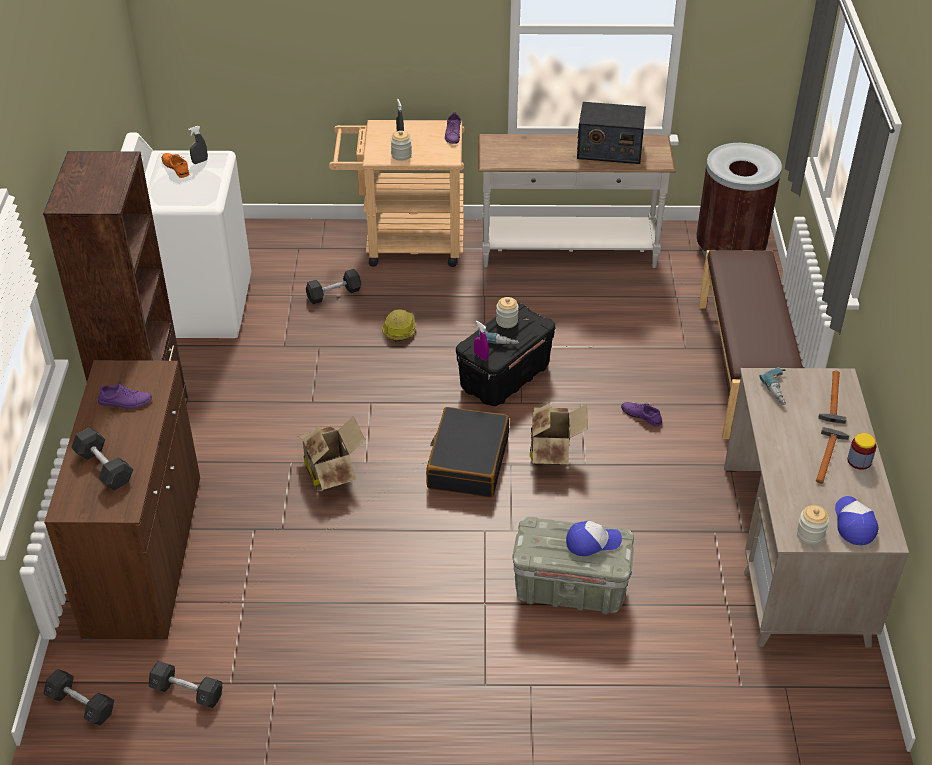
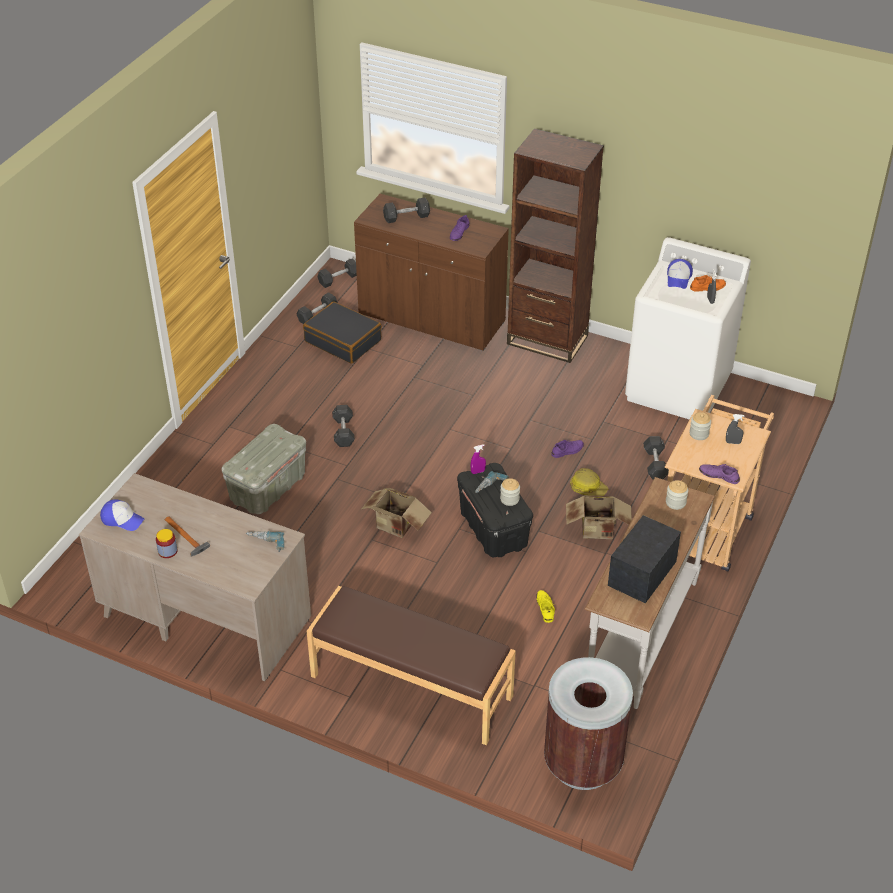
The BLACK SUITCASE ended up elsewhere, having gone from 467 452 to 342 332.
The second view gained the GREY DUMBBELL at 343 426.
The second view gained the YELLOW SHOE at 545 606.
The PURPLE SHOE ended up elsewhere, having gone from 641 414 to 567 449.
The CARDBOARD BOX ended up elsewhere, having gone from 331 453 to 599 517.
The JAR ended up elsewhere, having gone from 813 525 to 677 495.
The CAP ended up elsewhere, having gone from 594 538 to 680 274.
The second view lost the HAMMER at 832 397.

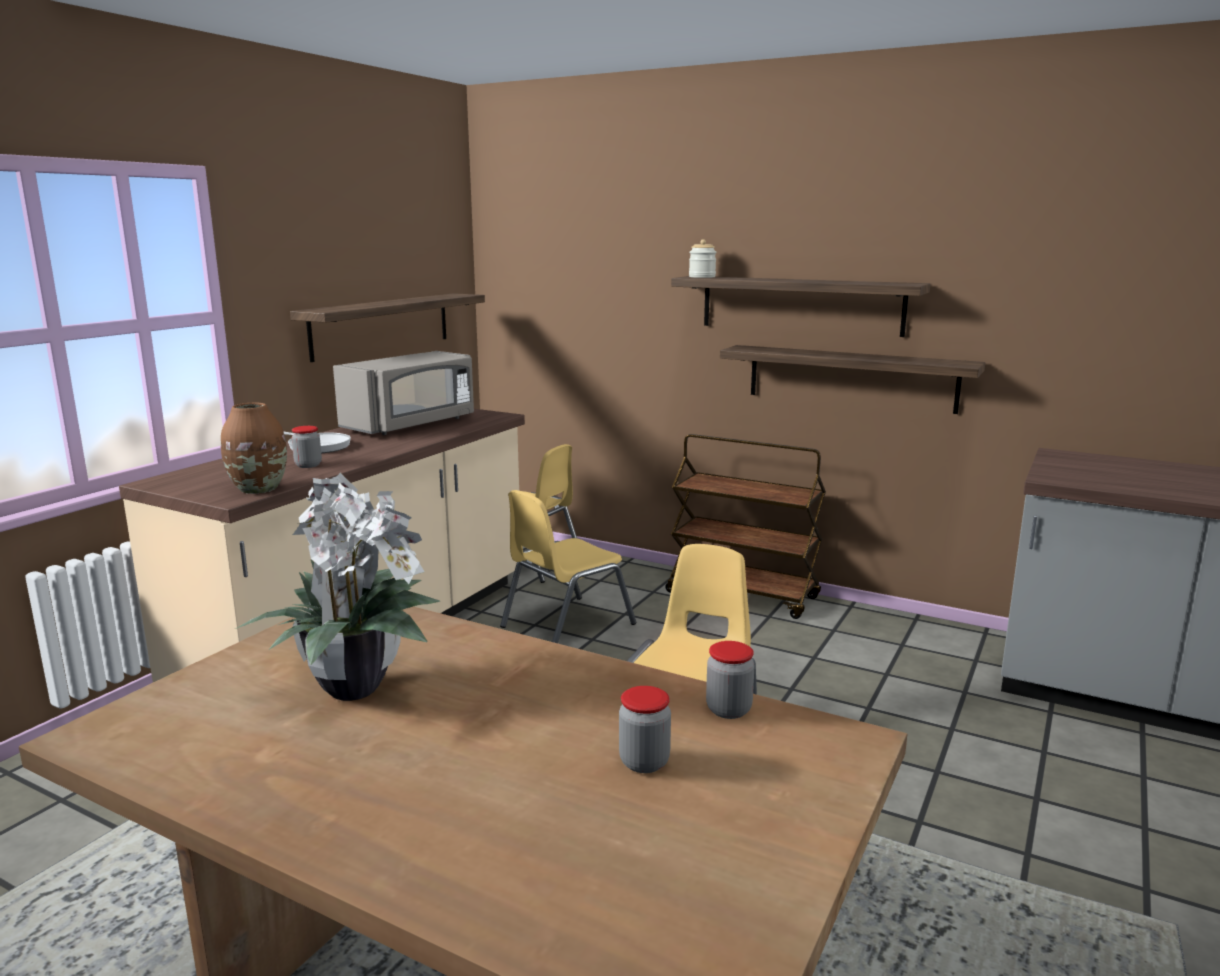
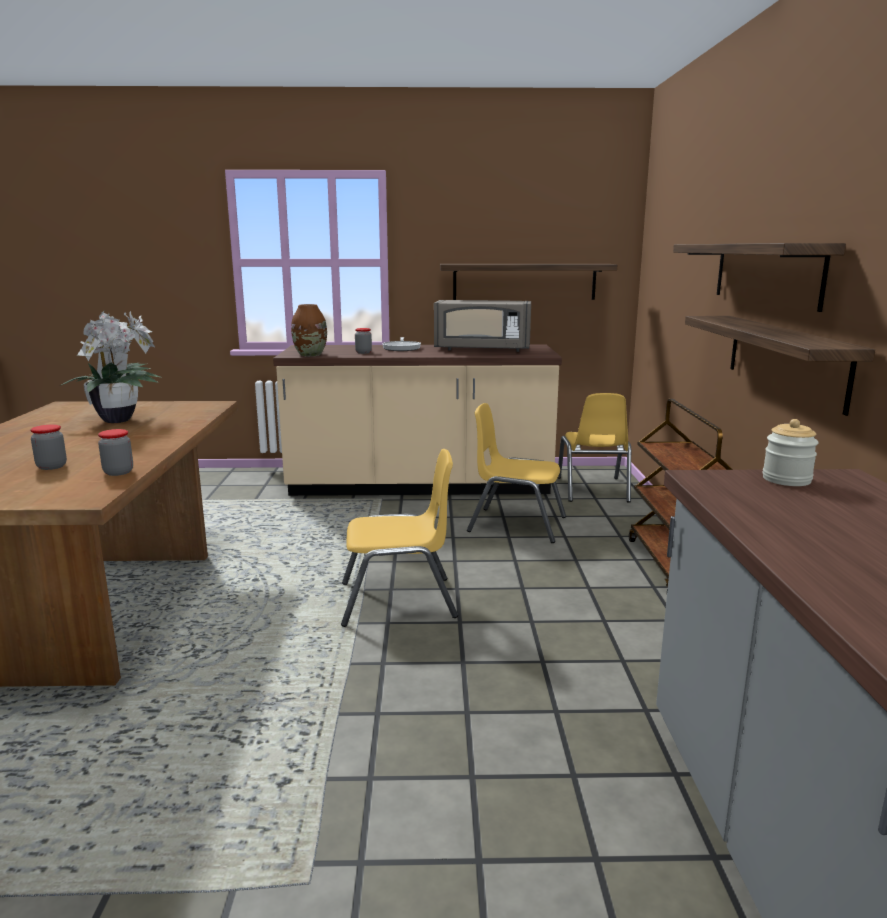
The JAR ended up elsewhere, having gone from 703 258 to 790 452.

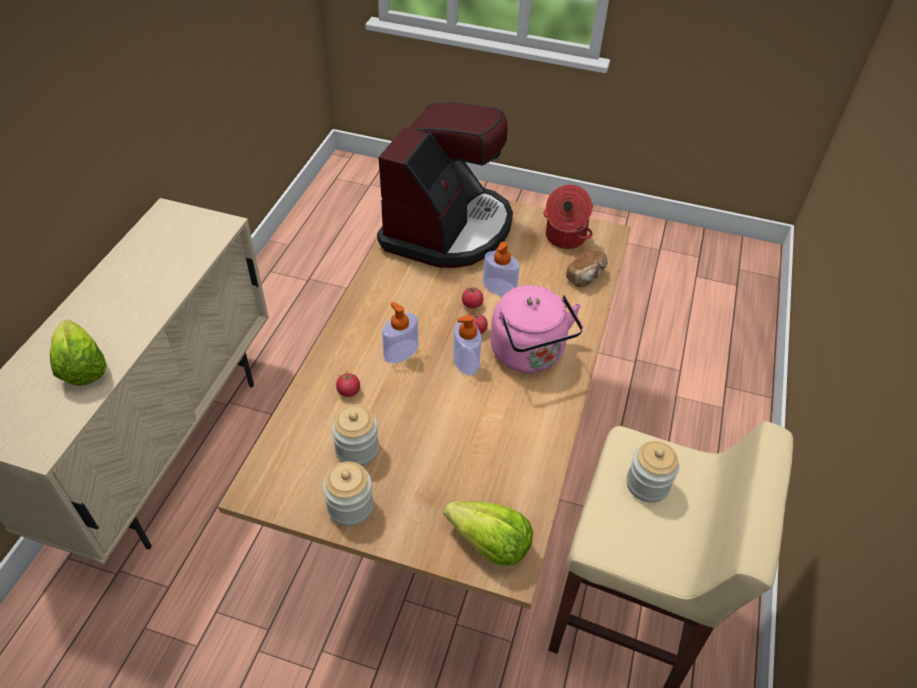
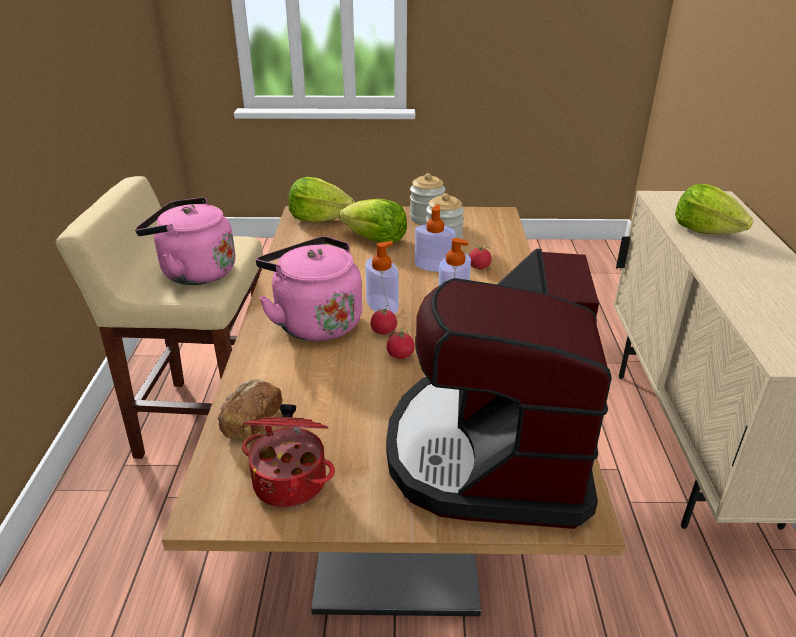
Where the JAR stood at 652 472, the PINK KETTLE came to stand at 185 241.
The second view gained the LETTUCE at 373 221.
The SOAP DISPENSER ended up elsewhere, having gone from 501 269 to 435 238.

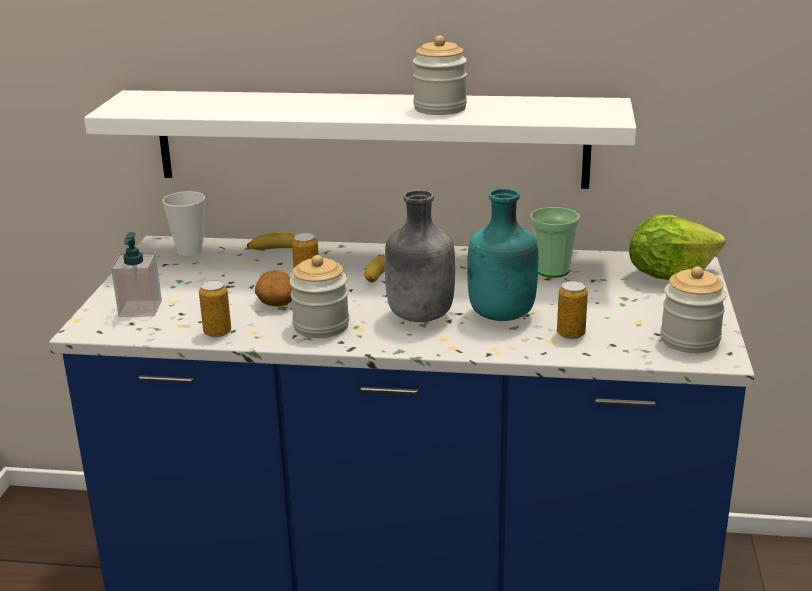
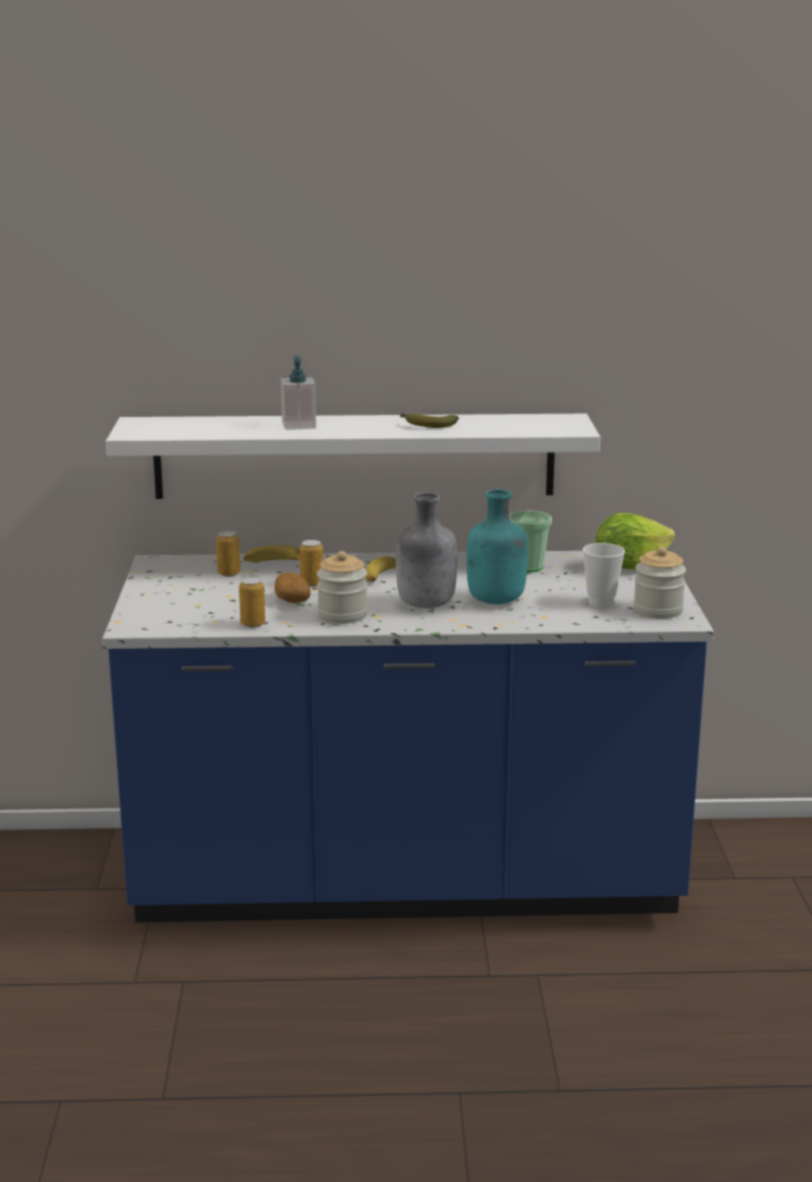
The CAN ended up elsewhere, having gone from 572 310 to 228 553.
The SOAP DISPENSER ended up elsewhere, having gone from 136 274 to 298 392.
Where the JAR stood at 440 75, the BANANA came to stand at 429 420.
The CUP ended up elsewhere, having gone from 184 223 to 603 575.

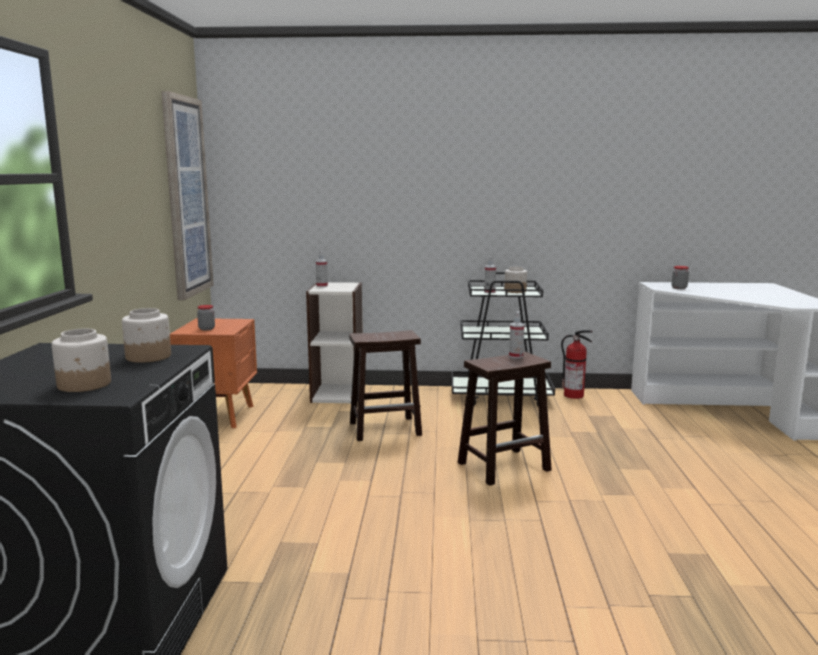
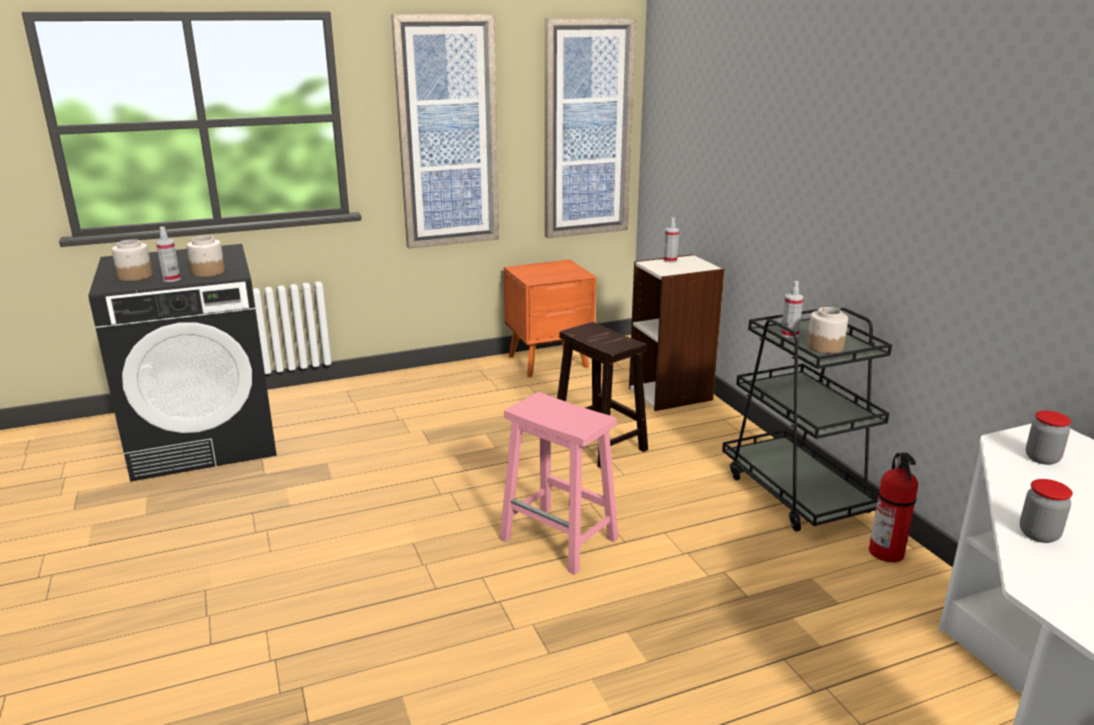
The SPRAY BOTTLE ended up elsewhere, having gone from 516 335 to 168 254.
The second view gained the PICTURE at 445 131.
What was the BROWN STOOL at 505 419 turned into the PINK STOOL at 559 483.
The JAR ended up elsewhere, having gone from 206 317 to 1046 511.

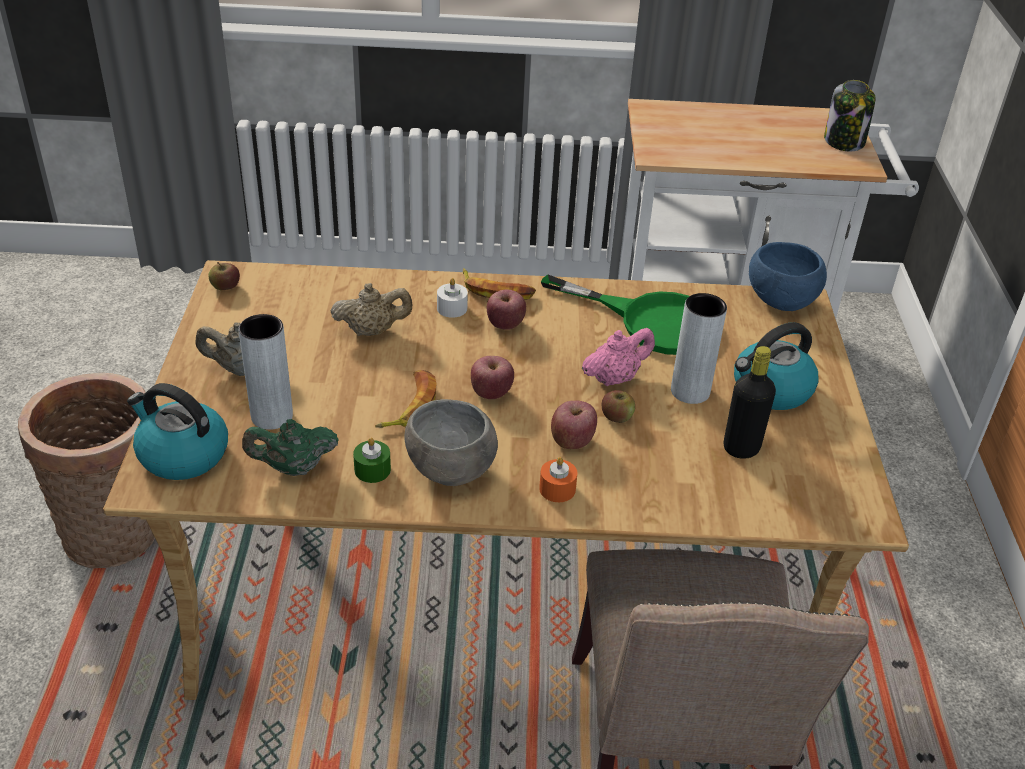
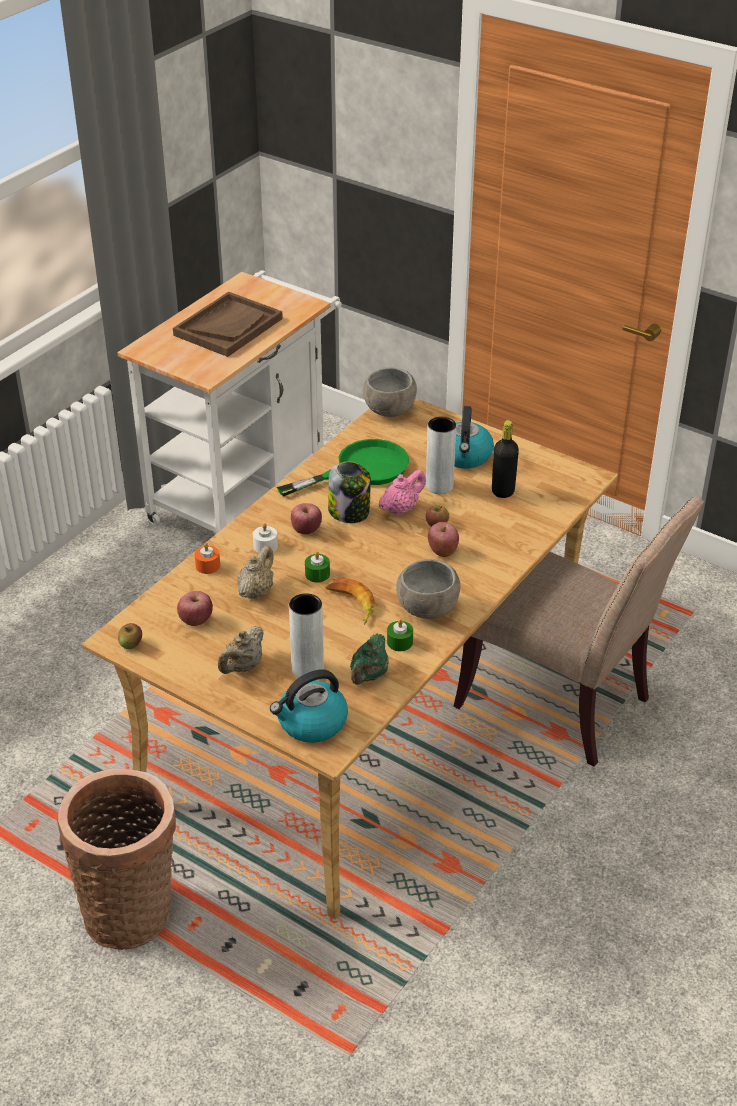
The second view gained the BROWN TRAY at 228 324.
The APPLE ended up elsewhere, having gone from 492 377 to 195 608.
The ORANGE CANDLE ended up elsewhere, having gone from 558 479 to 207 558.
The second view gained the GREEN CANDLE at 317 567.
The JAR ended up elsewhere, having gone from 849 115 to 349 492.
What was the BLUE BOWL at 788 276 turned into the GREY BOWL at 390 392.
The PINK TEAPOT at 618 357 ended up facing another way, 45 degrees clockwise from before.
The second view lost the BANANA at 499 284.

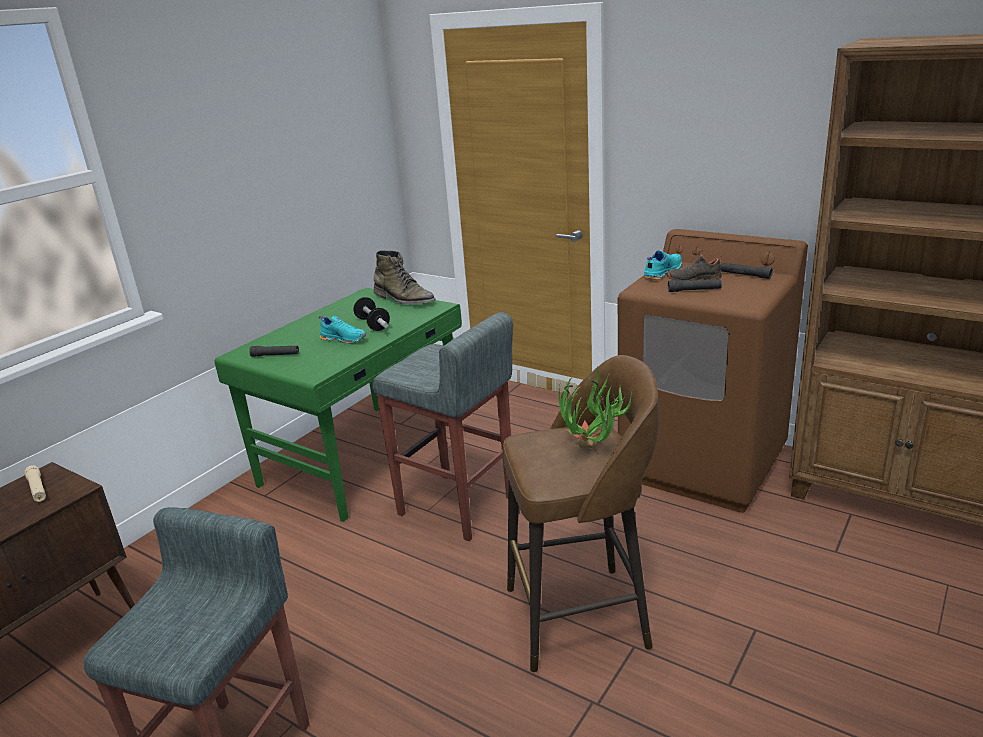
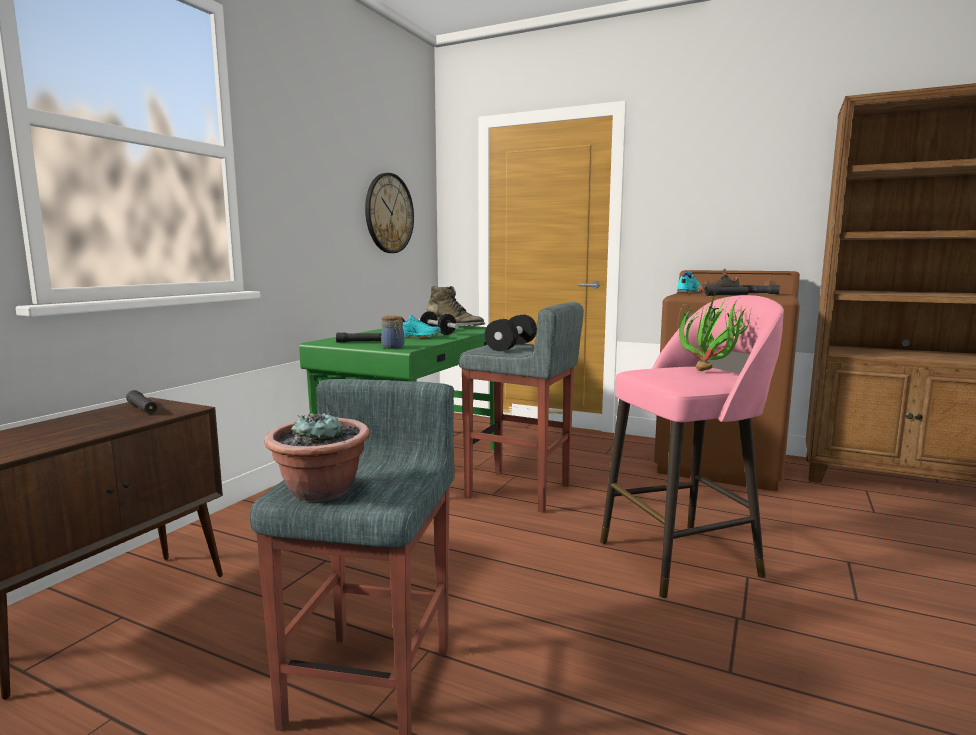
What was the BEIGE FLASHLIGHT at 35 483 turned into the BLACK FLASHLIGHT at 141 402.
The second view gained the POTTED PLANT at 317 456.
The second view gained the WALL CLOCK at 389 213.
The second view gained the JAR at 392 332.
The second view gained the BLACK DUMBBELL at 511 333.
What was the BROWN STOOL at 581 513 turned into the PINK STOOL at 692 447.

